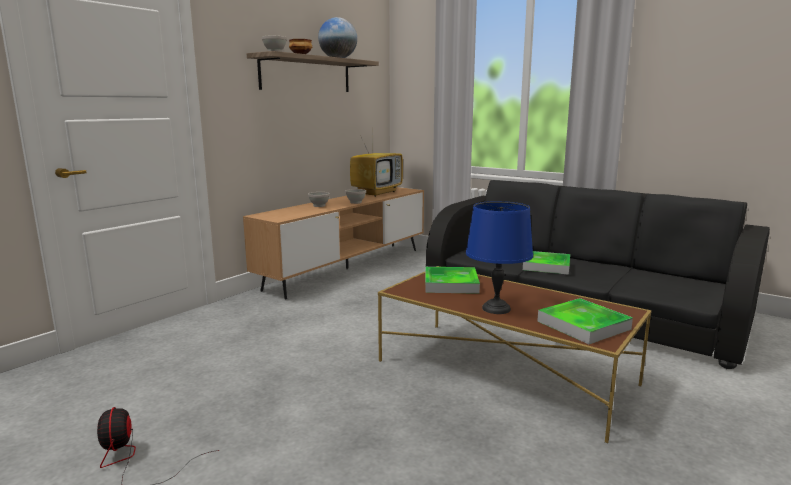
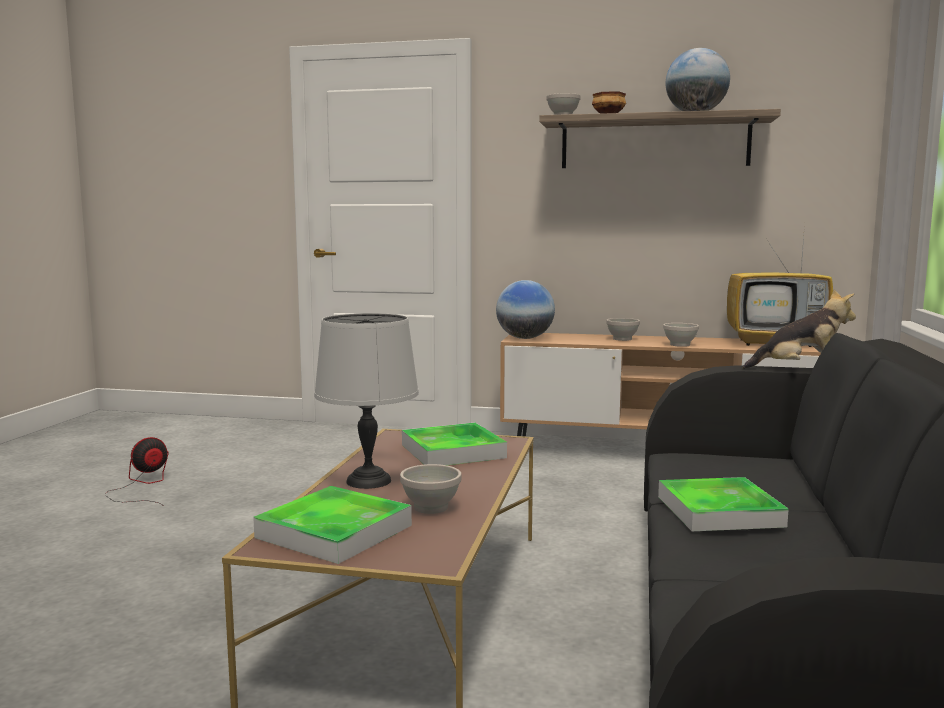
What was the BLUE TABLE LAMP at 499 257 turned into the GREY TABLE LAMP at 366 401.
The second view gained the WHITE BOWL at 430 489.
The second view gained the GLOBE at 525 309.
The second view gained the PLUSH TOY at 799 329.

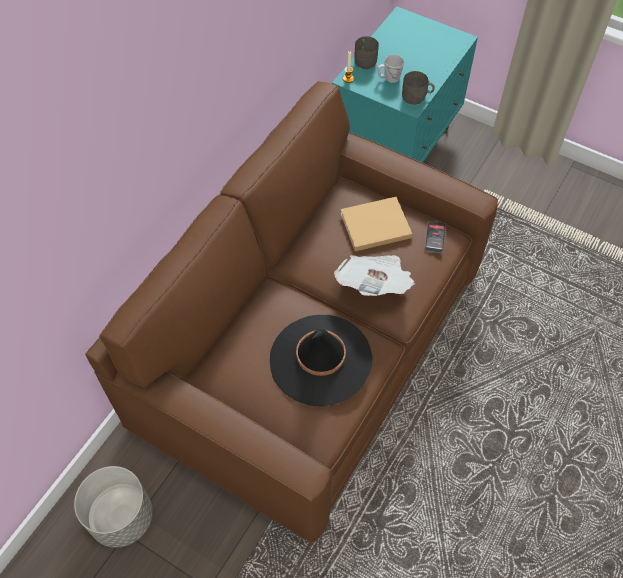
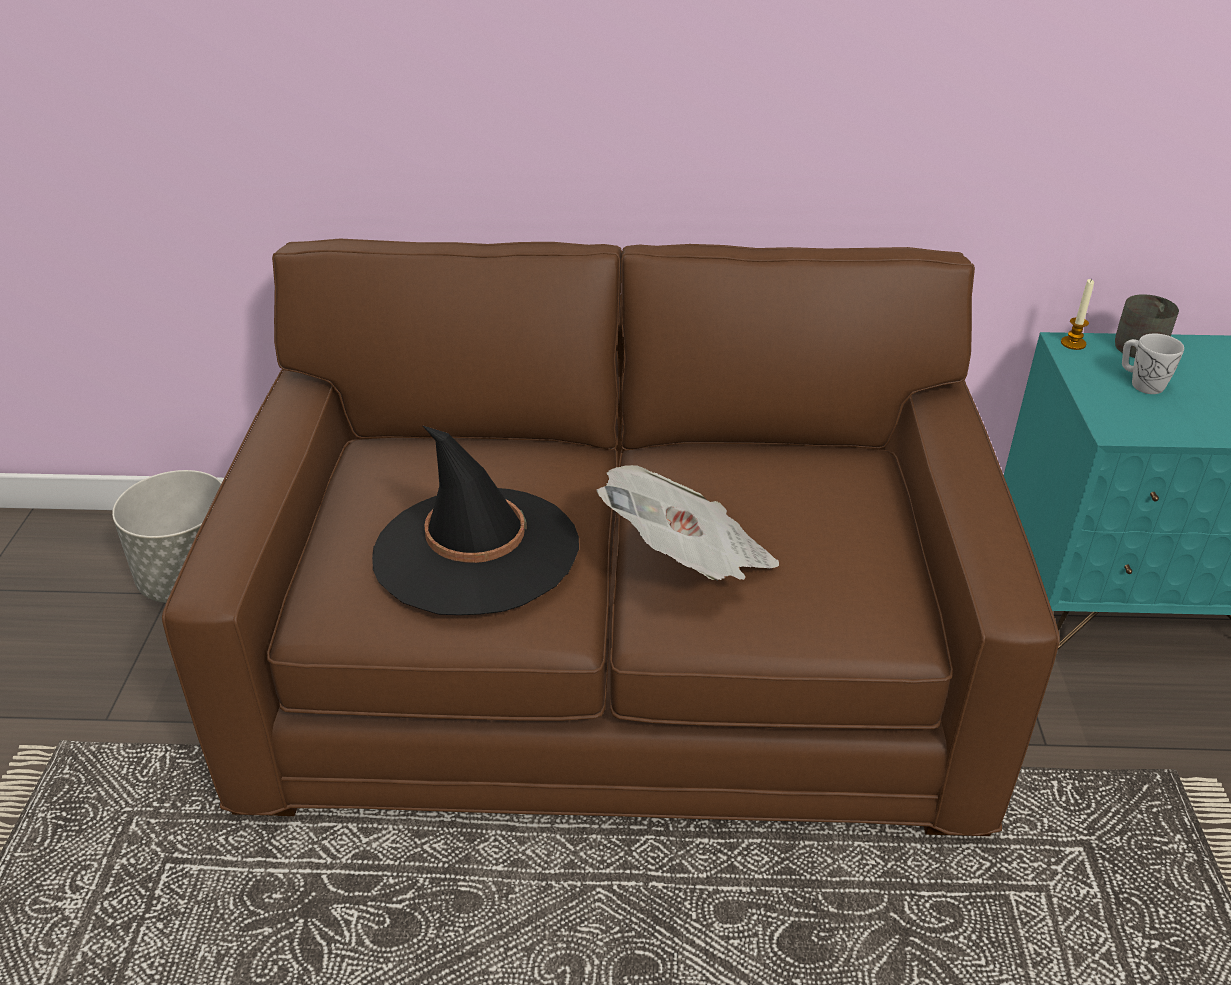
The second view lost the BEIGE BOOK at 376 224.
The second view lost the GREY MUG at 418 88.
The second view lost the PHONE at 435 237.

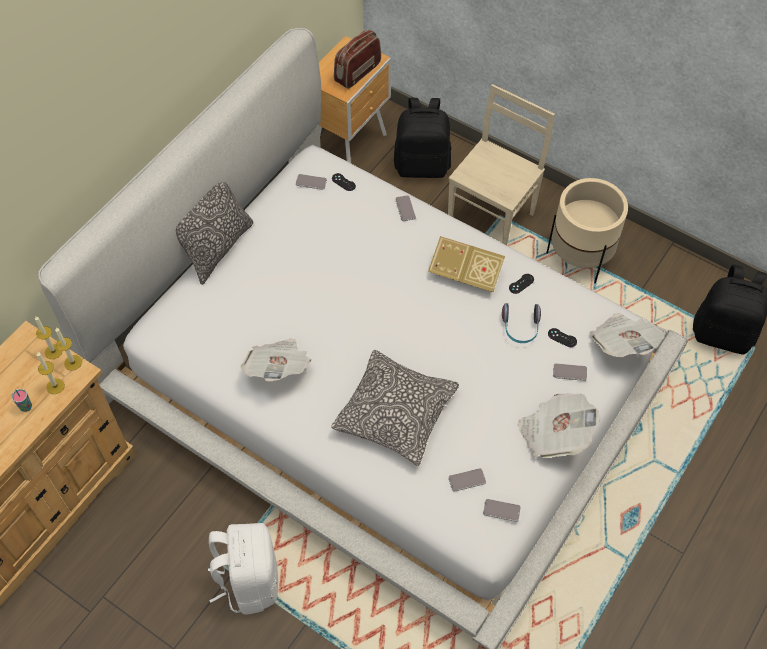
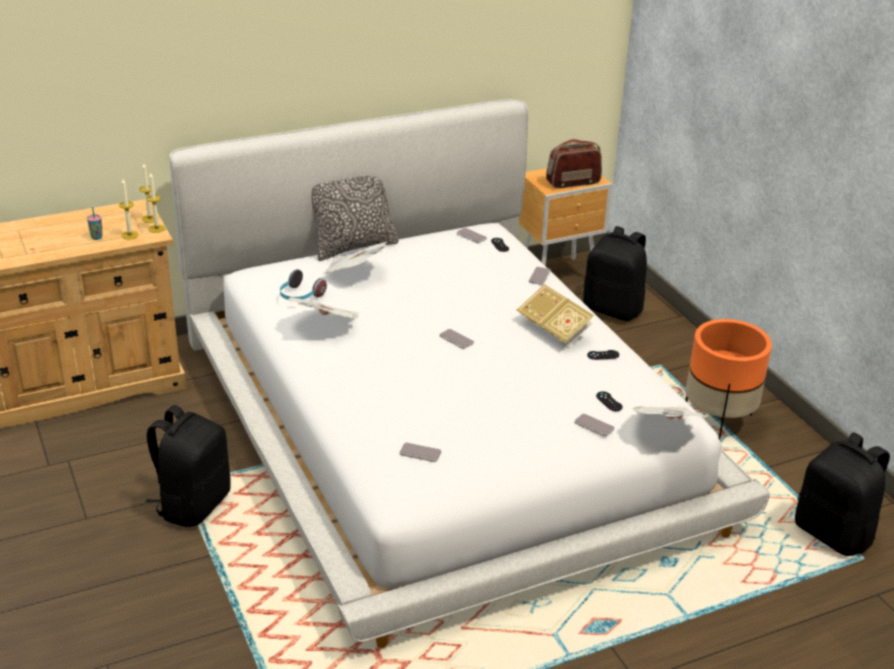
What was the WHITE BACKPACK at 243 569 turned into the BLACK BACKPACK at 188 466.
The HEADPHONES ended up elsewhere, having gone from 521 323 to 303 284.
The NEWSPAPER ended up elsewhere, having gone from 558 425 to 355 257.
The PHONE ended up elsewhere, having gone from 502 510 to 456 339.
What was the BEIGE PLANTER at 587 230 turned into the ORANGE PLANTER at 728 379.
The second view lost the PILLOW at 395 408.
The second view lost the BEIGE CHAIR at 501 164.

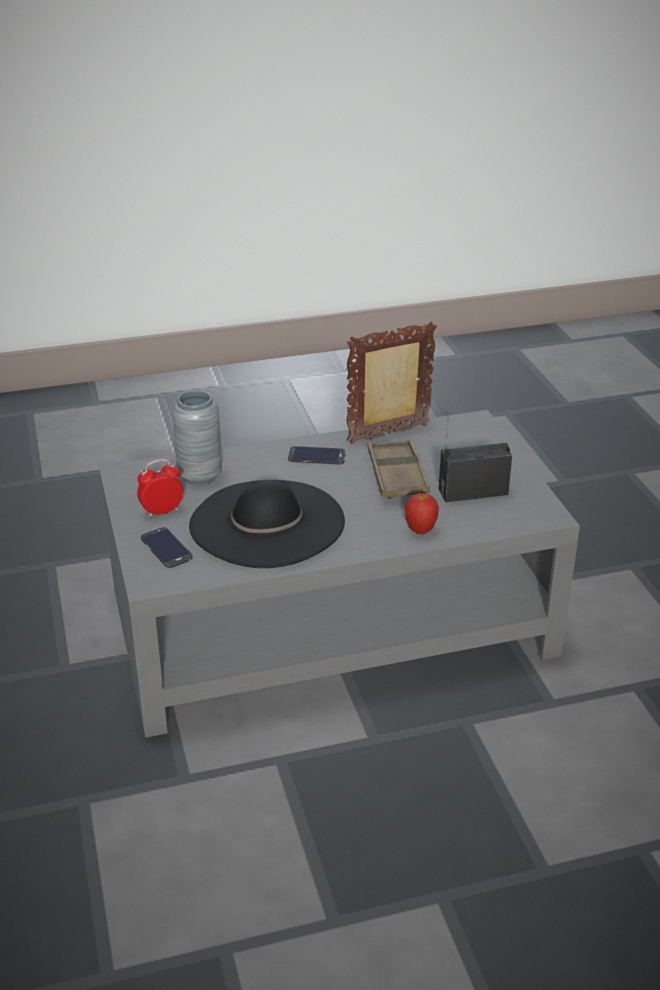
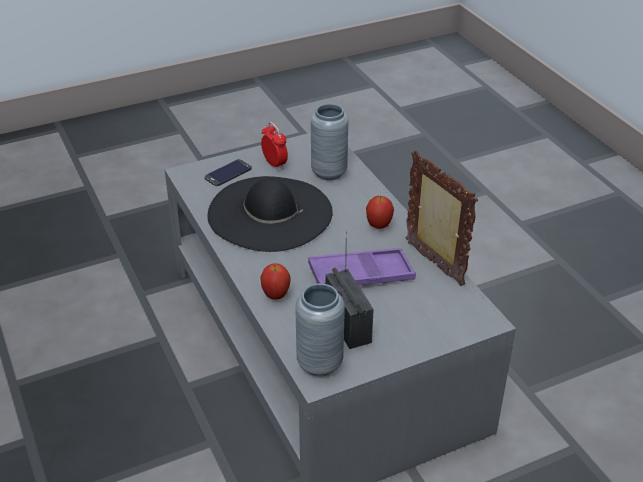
The second view gained the GREY VASE at 320 329.
What was the BROWN TRAY at 399 469 turned into the PURPLE TRAY at 362 266.
Where the PHONE stood at 317 455, the APPLE came to stand at 380 212.

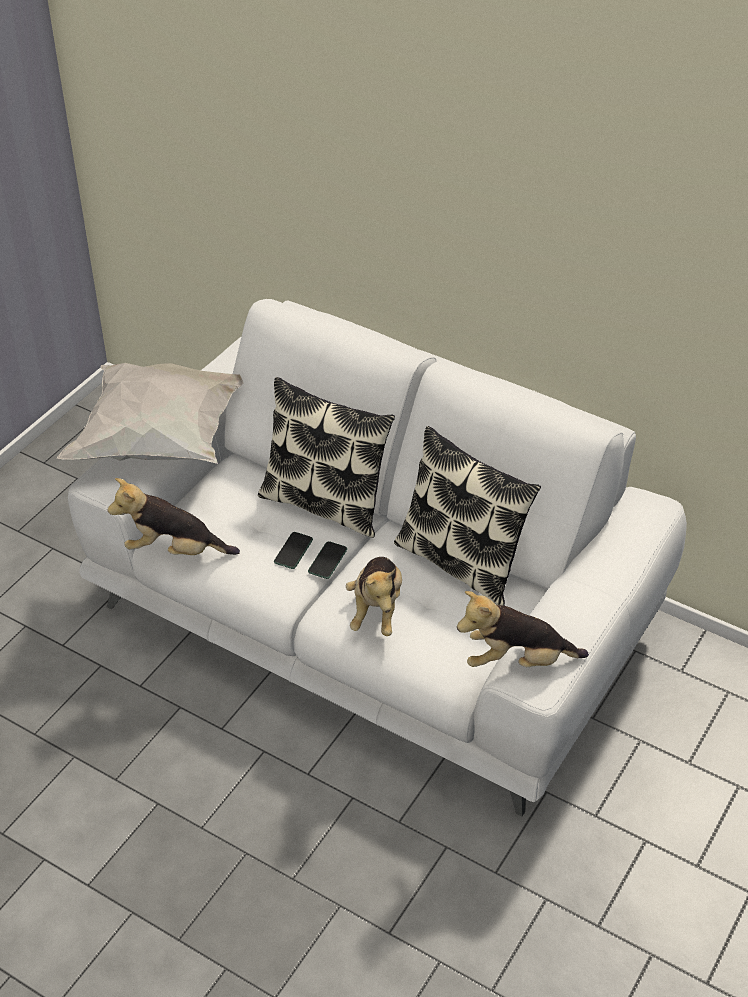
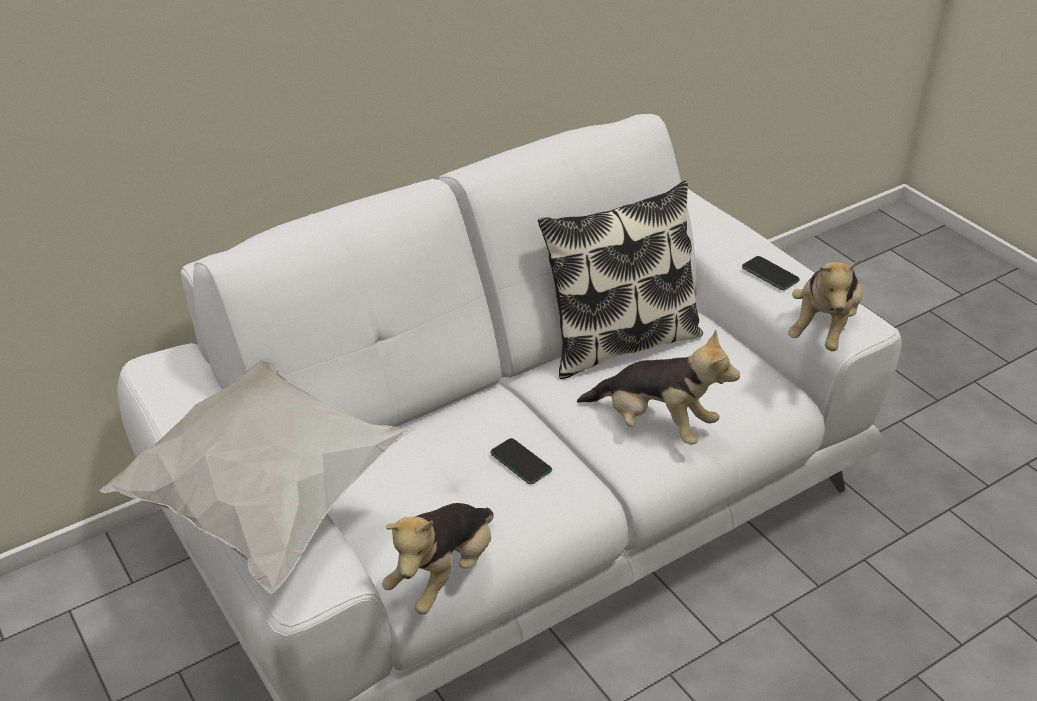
The PHONE ended up elsewhere, having gone from 327 560 to 771 273.
The second view lost the PILLOW at 326 457.

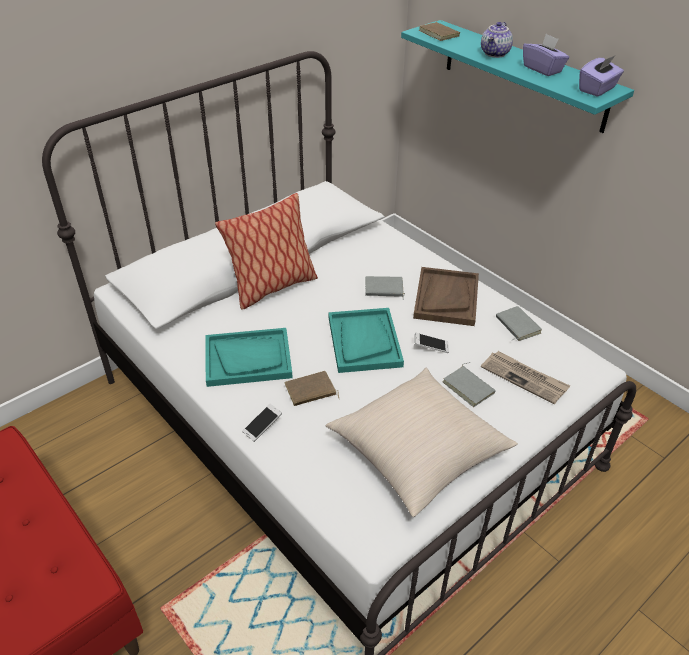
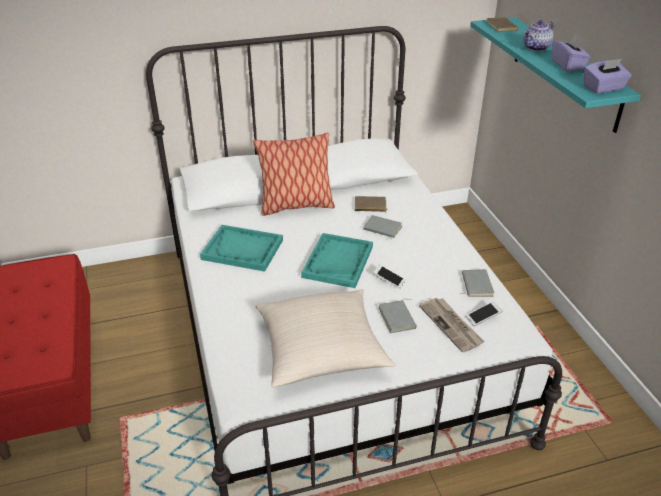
The BROWN BOOK ended up elsewhere, having gone from 311 388 to 371 205.
The PHONE ended up elsewhere, having gone from 262 422 to 484 313.
The second view lost the BROWN TRAY at 446 296.

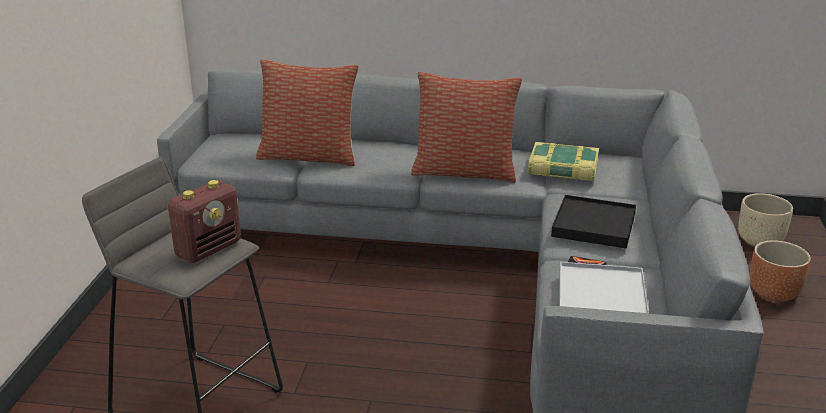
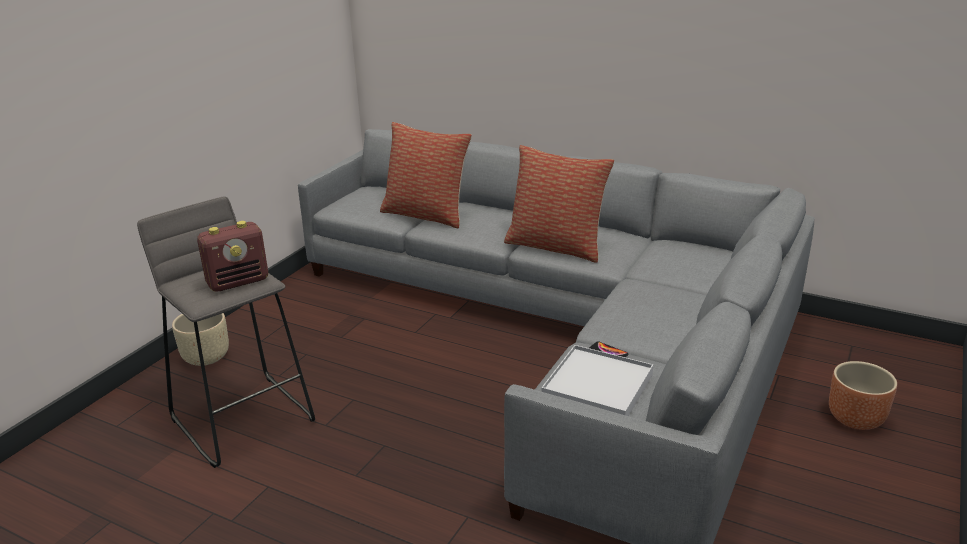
The BEIGE PLANTER ended up elsewhere, having gone from 765 219 to 200 339.
The second view lost the BOOK at 563 161.
The second view lost the BLACK TRAY at 593 222.

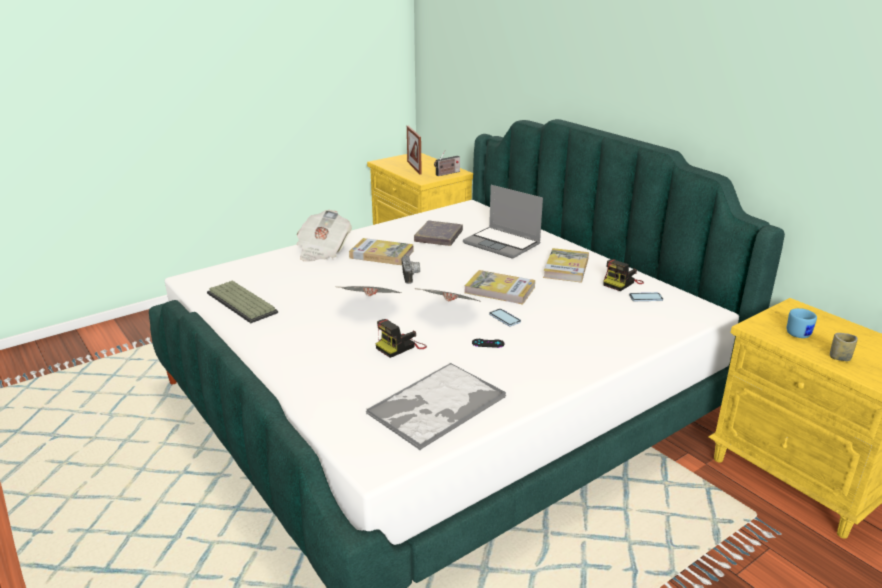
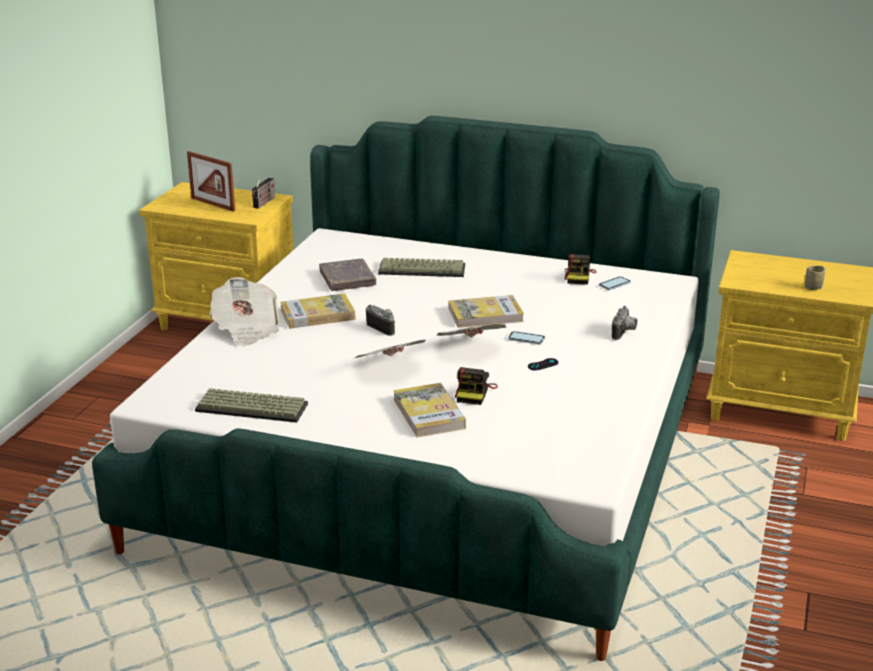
Where the LAPTOP stood at 503 222, the KEYBOARD came to stand at 421 267.
The BOOK ended up elsewhere, having gone from 566 265 to 429 410.
The second view gained the PHOTO CAMERA at 624 323.
The second view lost the TRAY at 436 407.
The second view lost the BLUE MUG at 802 323.

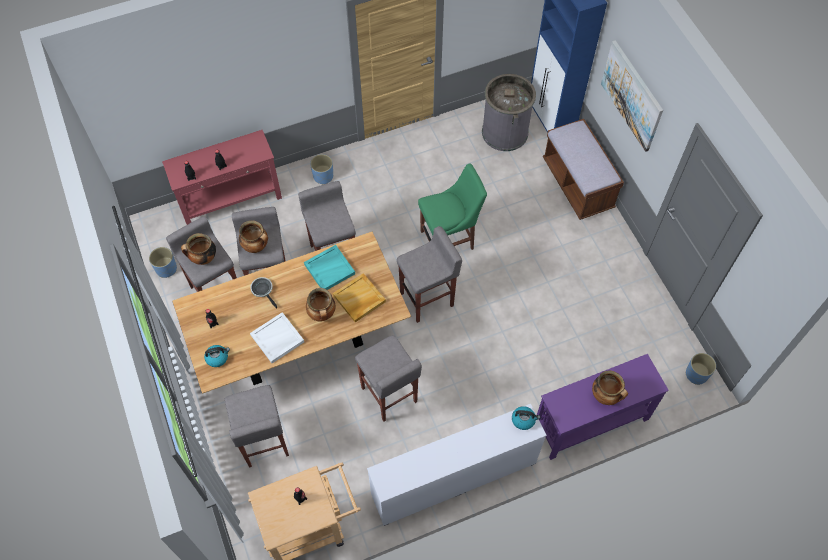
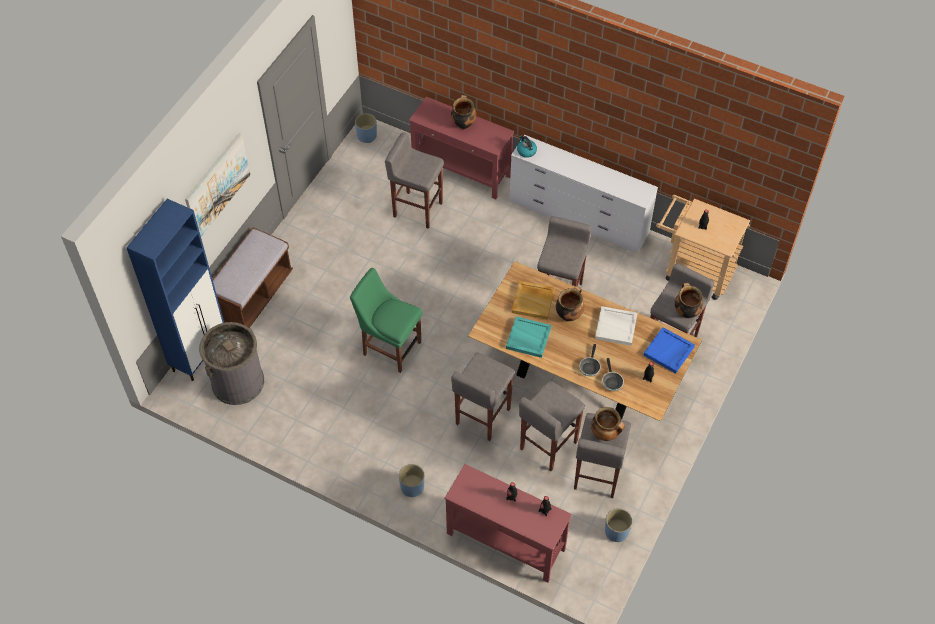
The GREY STOOL ended up elsewhere, having gone from 429 274 to 414 180.
What was the PURPLE CONSOLE TABLE at 603 407 turned into the RED CONSOLE TABLE at 461 148.
The second view gained the FRYING PAN at 613 374.
Where the KETTLE stood at 217 356, the BLUE TRAY came to stand at 669 350.
The COOKING POT ended up elsewhere, having gone from 253 236 to 689 300.

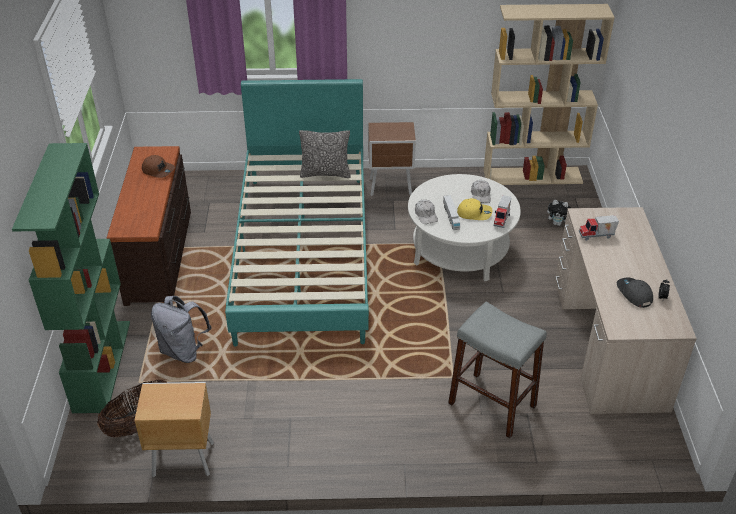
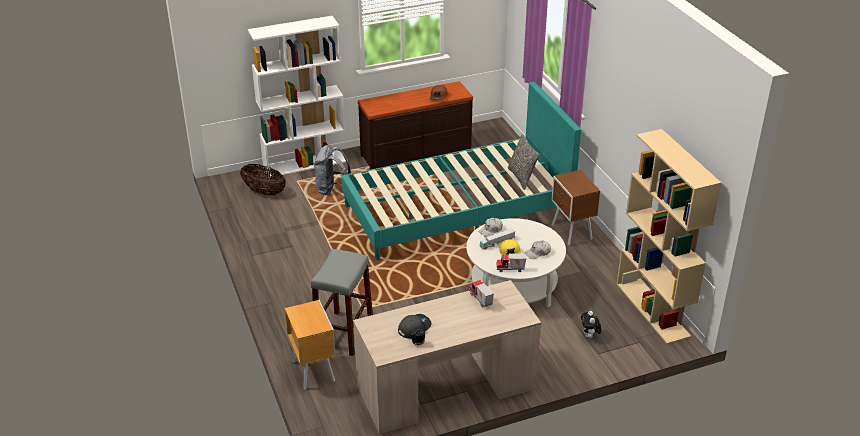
What was the GREEN BOOKCASE at 71 278 turned into the WHITE BOOKCASE at 297 97.
The BROWN NIGHTSTAND ended up elsewhere, having gone from 174 429 to 310 345.

